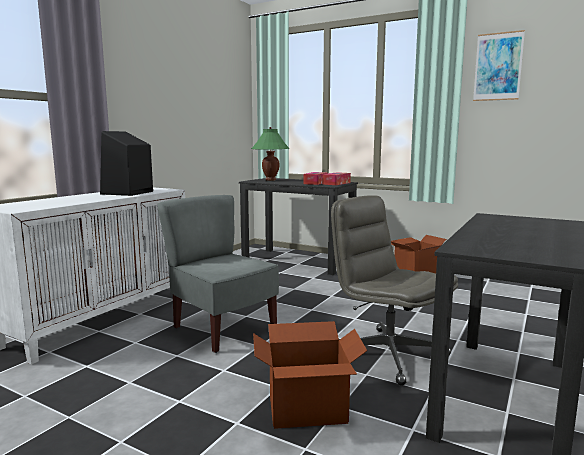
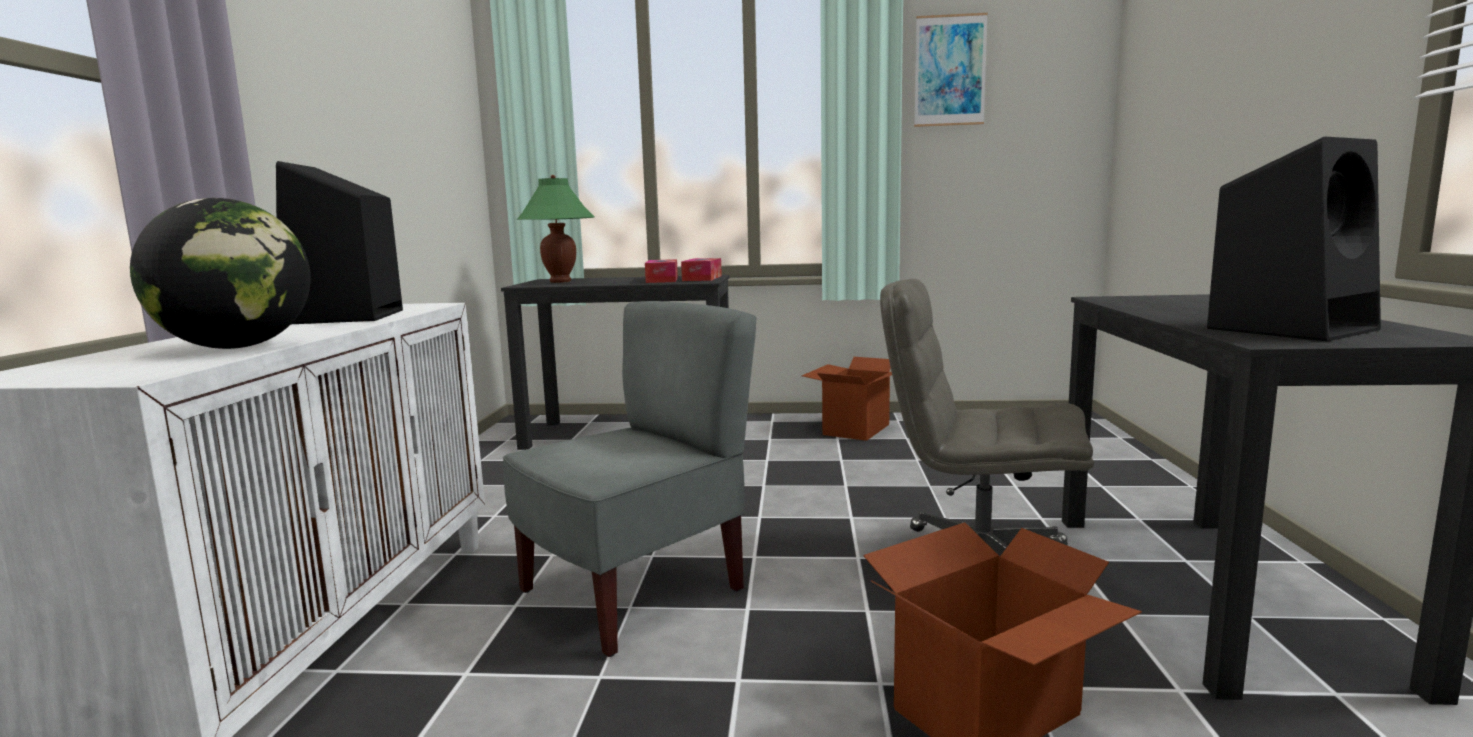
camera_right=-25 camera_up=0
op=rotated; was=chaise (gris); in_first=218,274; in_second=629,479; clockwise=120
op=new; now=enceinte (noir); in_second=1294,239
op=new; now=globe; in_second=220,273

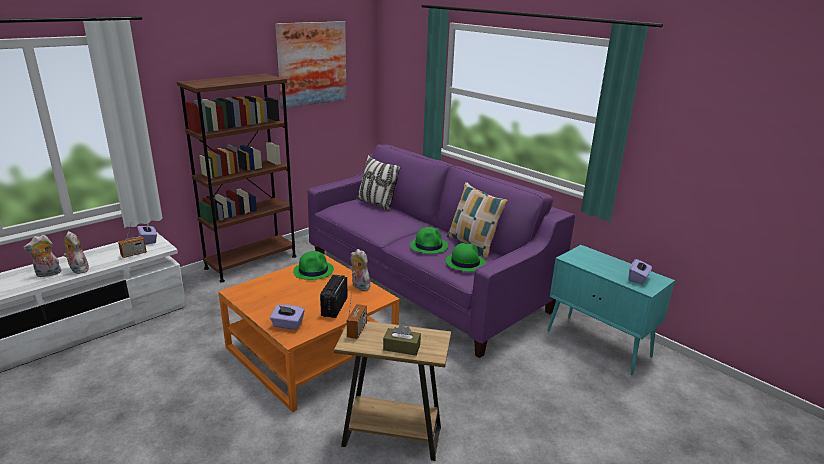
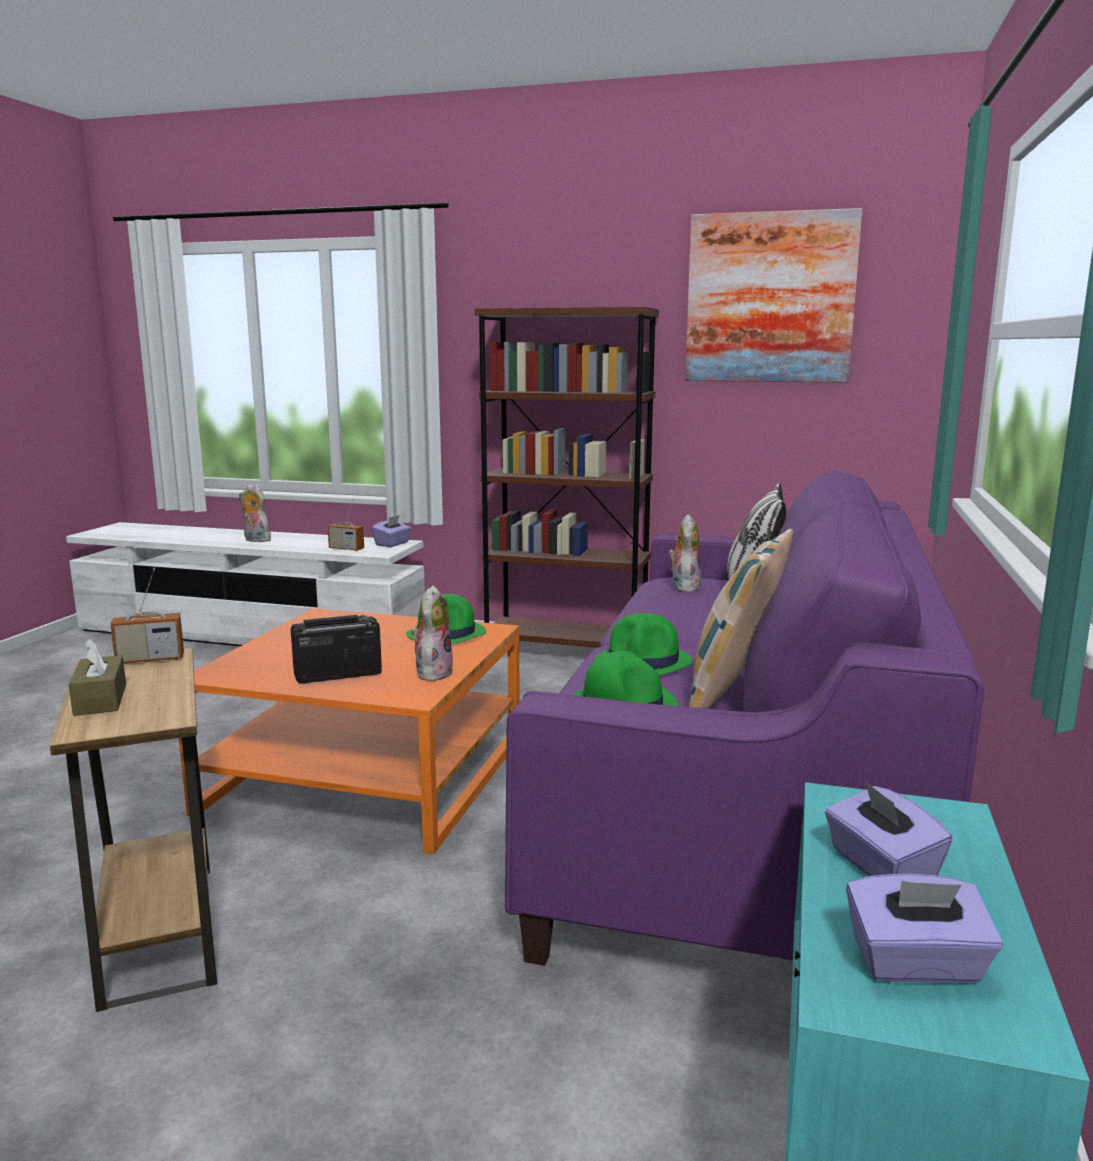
camera_right=60 camera_up=-10
op=shifted; was=peluche; in_first=76,252; in_second=685,553
op=shifted; was=boîte à mouchoirs (violet); in_first=287,317; in_second=889,828

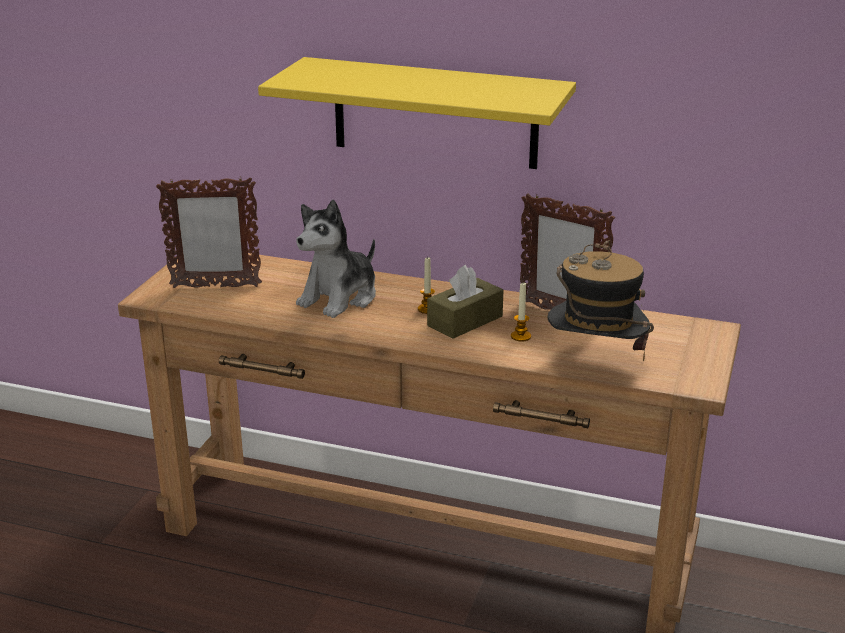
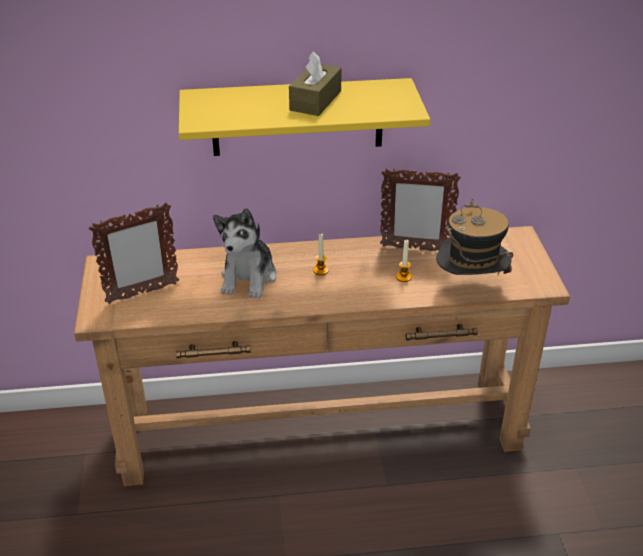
camera_right=-25 camera_up=10
op=shifted; was=boîte à mouchoirs (marron); in_first=465,302; in_second=315,83

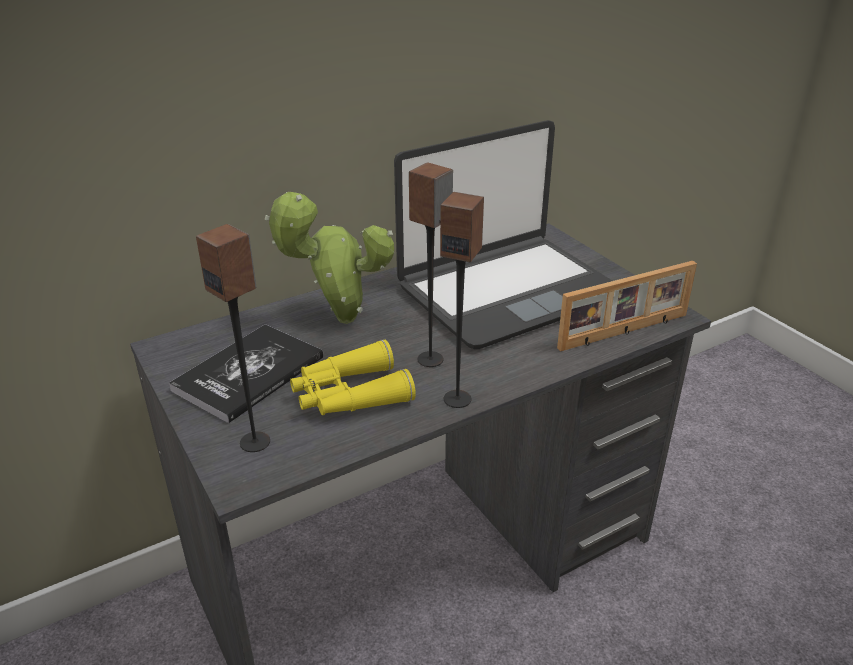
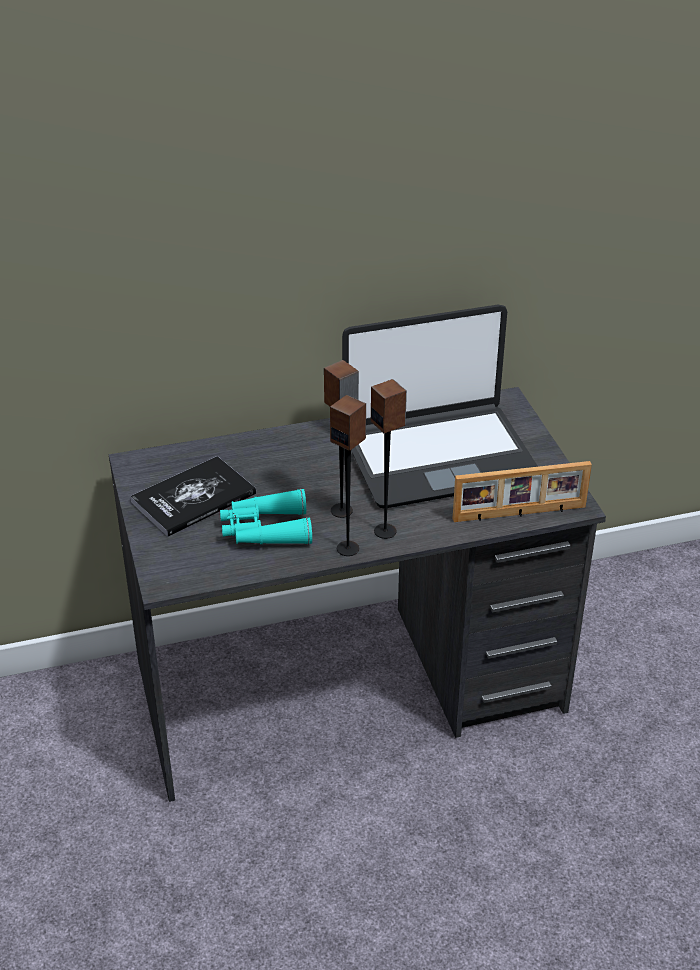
camera_right=15 camera_up=5
op=gone; was=plante en pot; in_first=329,258
op=shifted; was=enceinte; in_first=233,338; in_second=389,459
op=repainted; was=jumelles (jaune); now=jumelles (turquoise); in_first=353,377; in_second=266,516

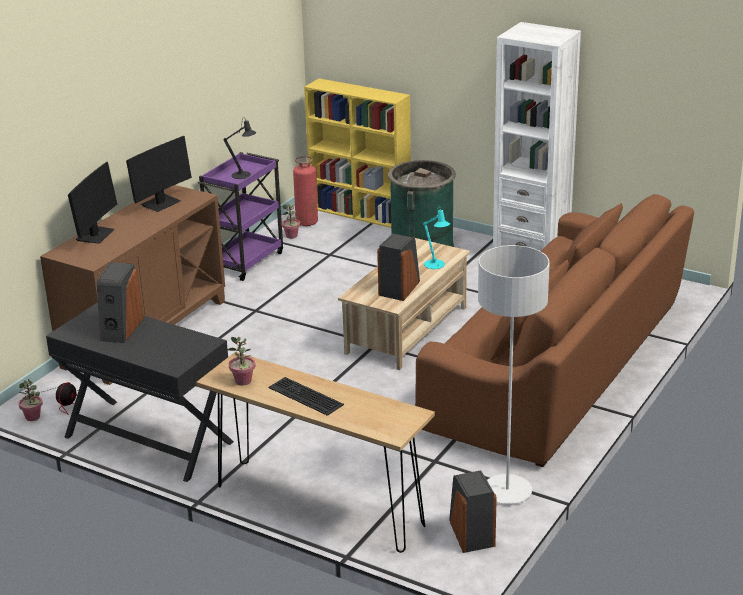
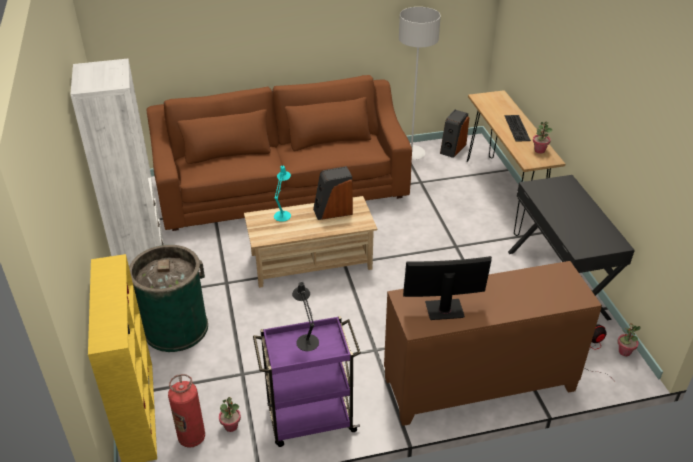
camera_right=-135 camera_up=10
op=gone; was=écran d'ordinateur; in_first=92,203
op=gone; was=enceinte; in_first=120,302

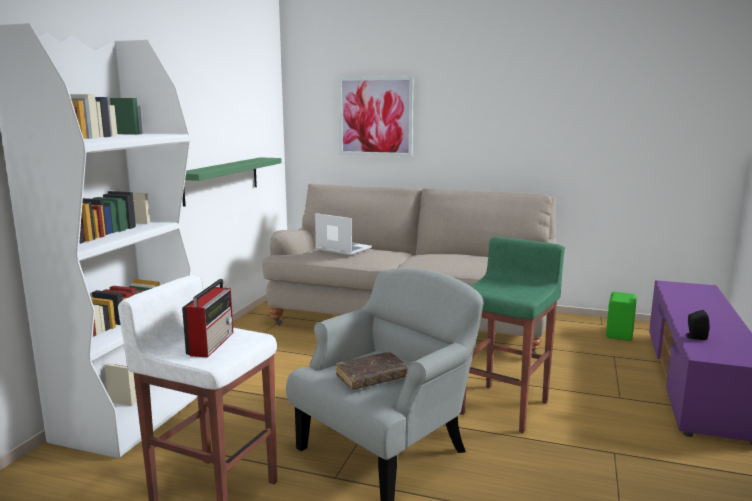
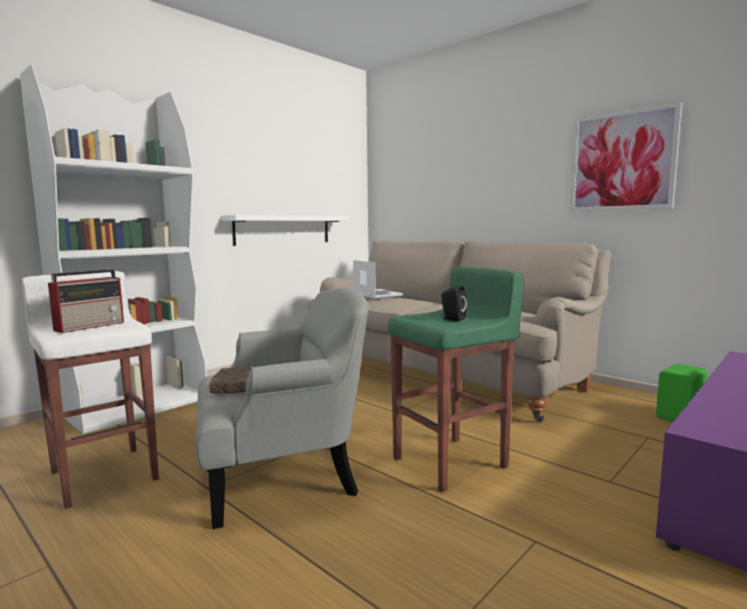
camera_right=25 camera_up=-5
op=shifted; was=tableau; in_first=375,116; in_second=626,157
op=repainted; was=étagère (vert); now=étagère (blanc); in_first=232,182; in_second=285,230
op=shifted; was=enceinte (noir); in_first=697,325; in_second=454,303

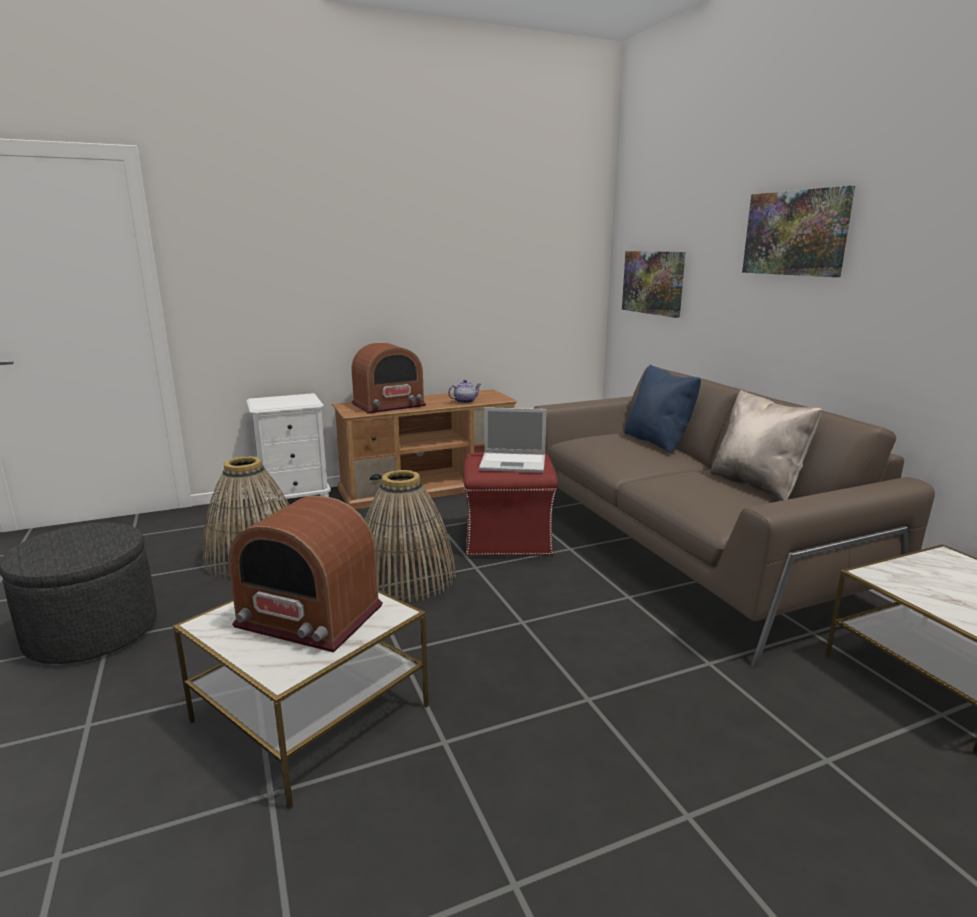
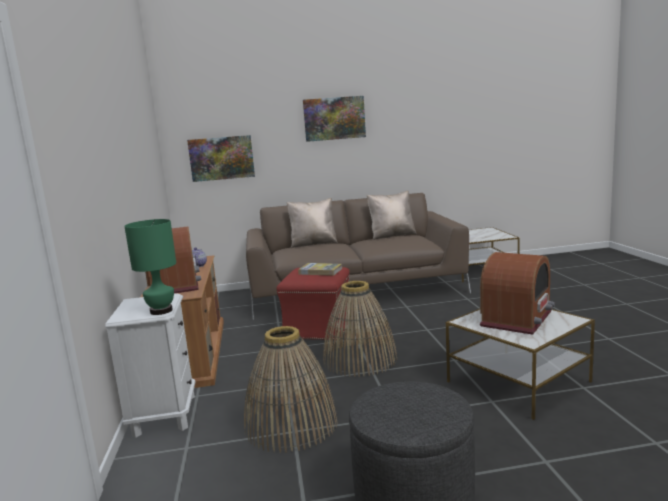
camera_right=-75 camera_up=-5
op=repainted; was=coussin (bleu); now=coussin (beige); in_first=663,409; in_second=312,223
op=swapped; was=ordinateur portable; now=livre; in_first=512,440; in_second=320,269
op=new; now=lampe de table (vert); in_second=150,267

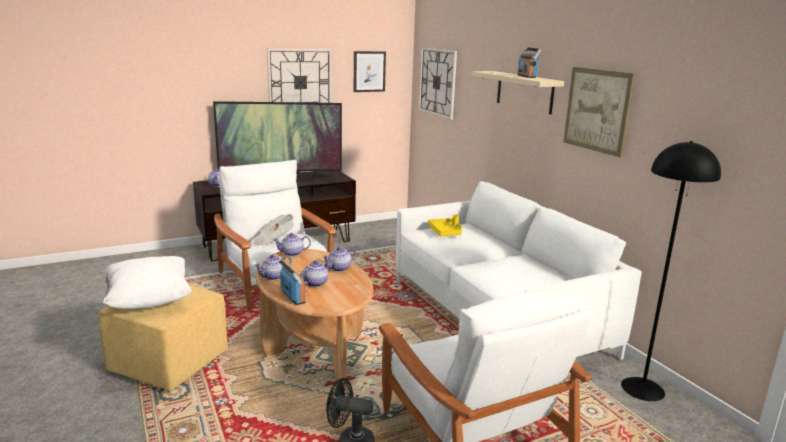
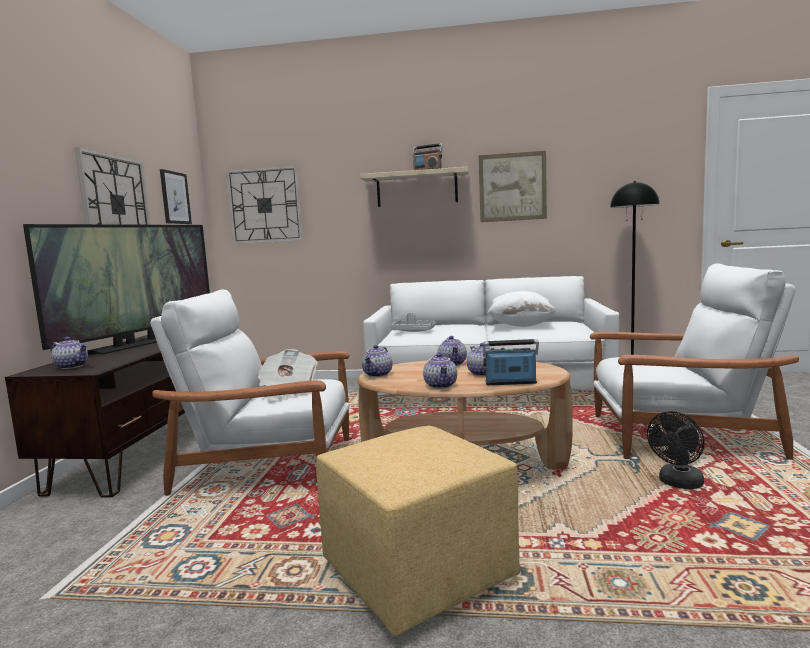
camera_right=-55 camera_up=-10
op=repainted; was=plateau (jaune); now=plateau (gris); in_first=445,225; in_second=413,322
op=shifted; was=coussin (blanc); in_first=147,282; in_second=522,309

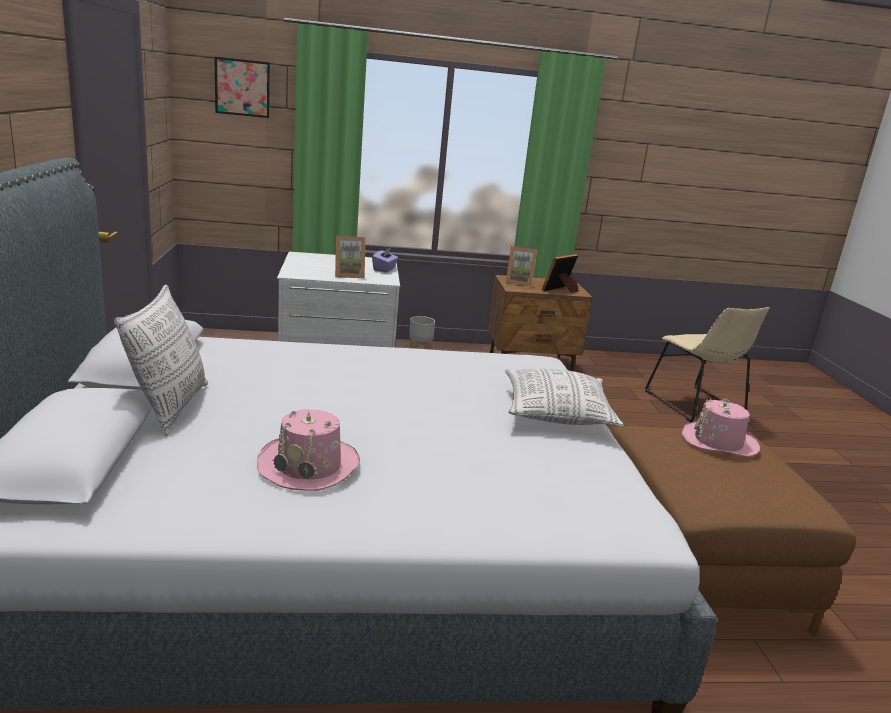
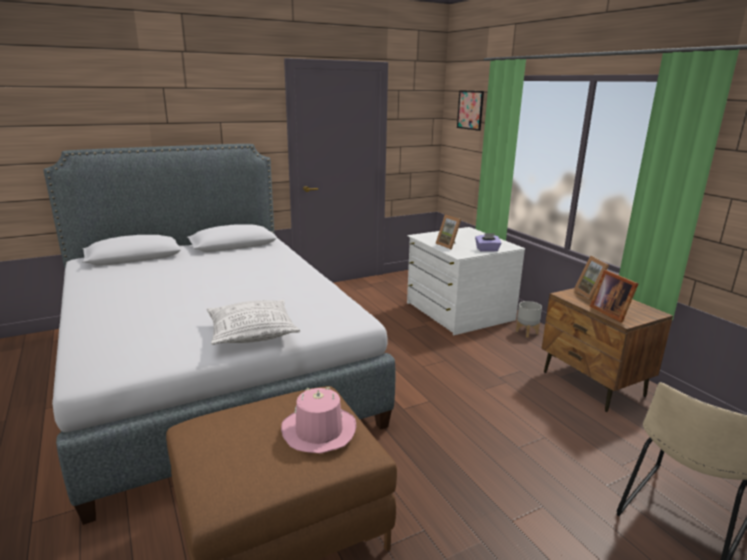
camera_right=70 camera_up=0
op=rotated; was=cadre photo; in_first=559,273; in_second=614,296; clockwise=-135
op=gone; was=coussin; in_first=161,360
op=gone; was=chapeau (rose); in_first=308,450

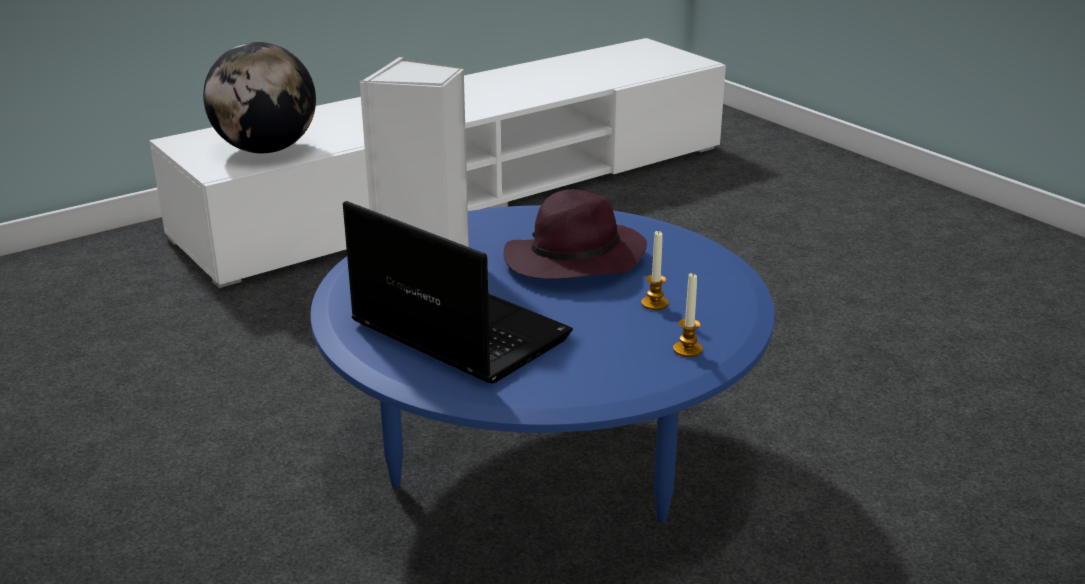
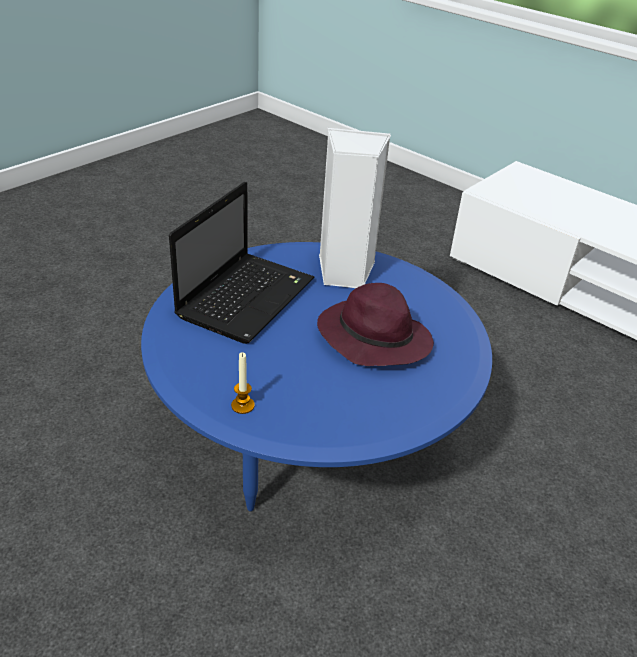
camera_right=75 camera_up=10
op=gone; was=globe; in_first=259,97
op=gone; was=bougie; in_first=655,270

